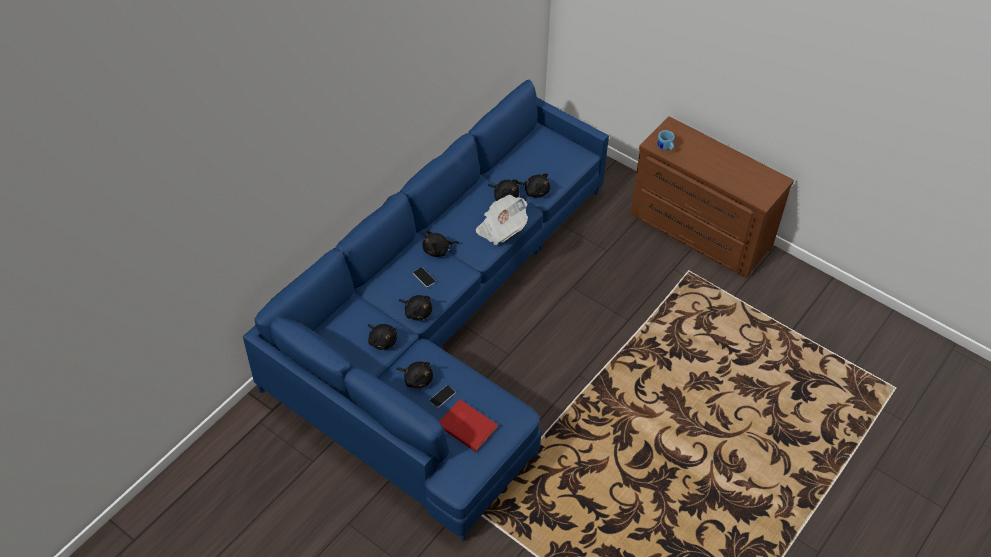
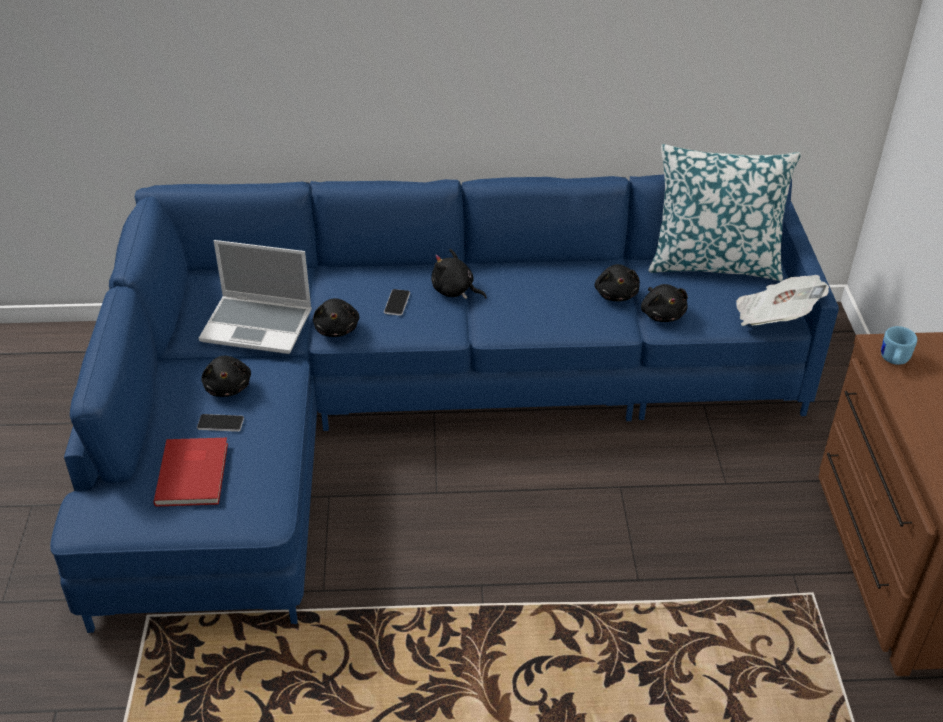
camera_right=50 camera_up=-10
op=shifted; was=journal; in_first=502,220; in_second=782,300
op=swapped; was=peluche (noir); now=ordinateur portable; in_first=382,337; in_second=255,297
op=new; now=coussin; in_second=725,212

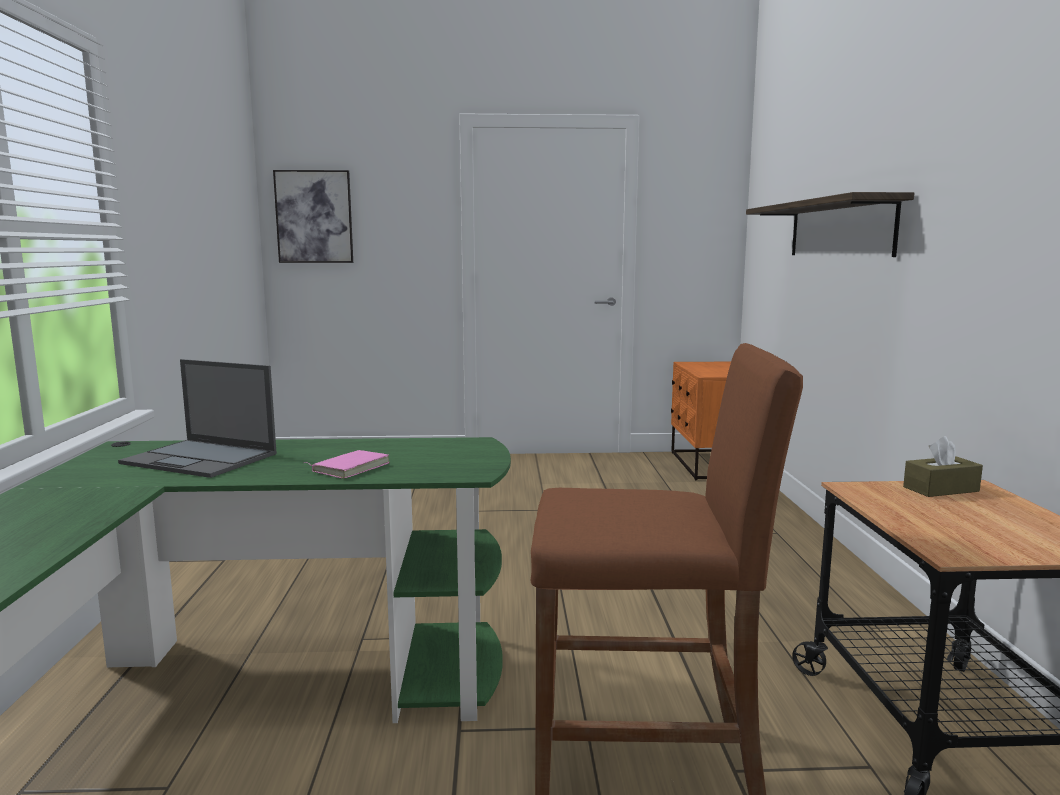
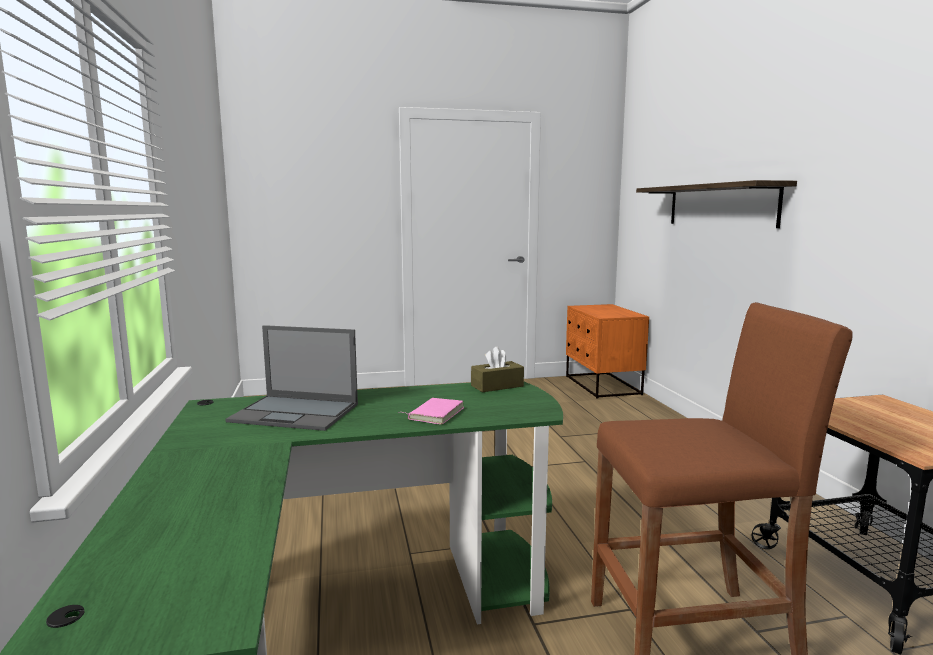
camera_right=-10 camera_up=0
op=gone; was=tableau; in_first=313,216
op=shifted; was=boîte à mouchoirs (marron); in_first=943,466; in_second=497,369

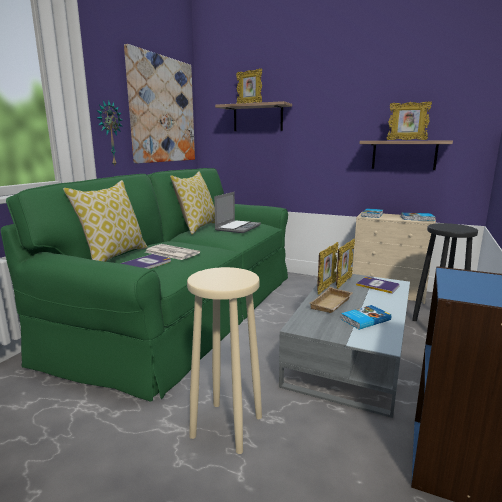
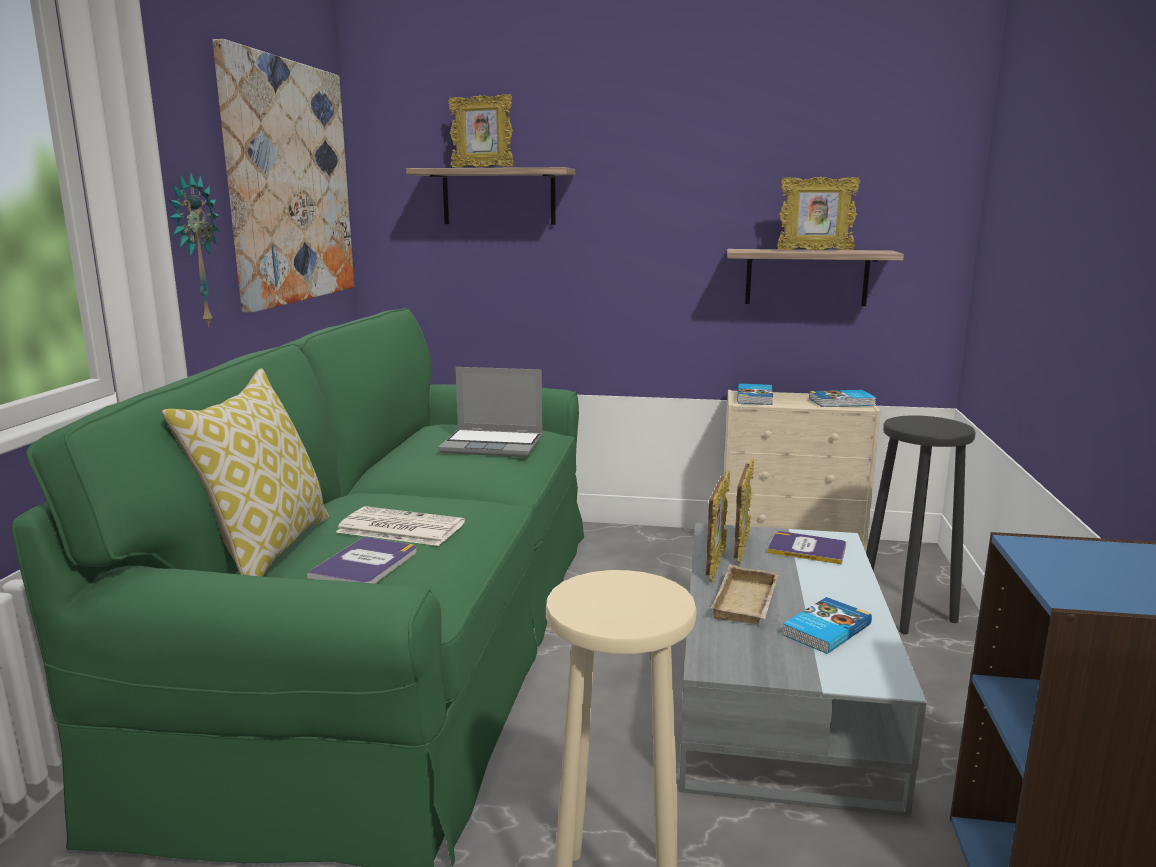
camera_right=-15 camera_up=0
op=gone; was=coussin; in_first=192,203
op=rotated; was=ordinateur portable; in_first=237,212; in_second=490,412; clockwise=90

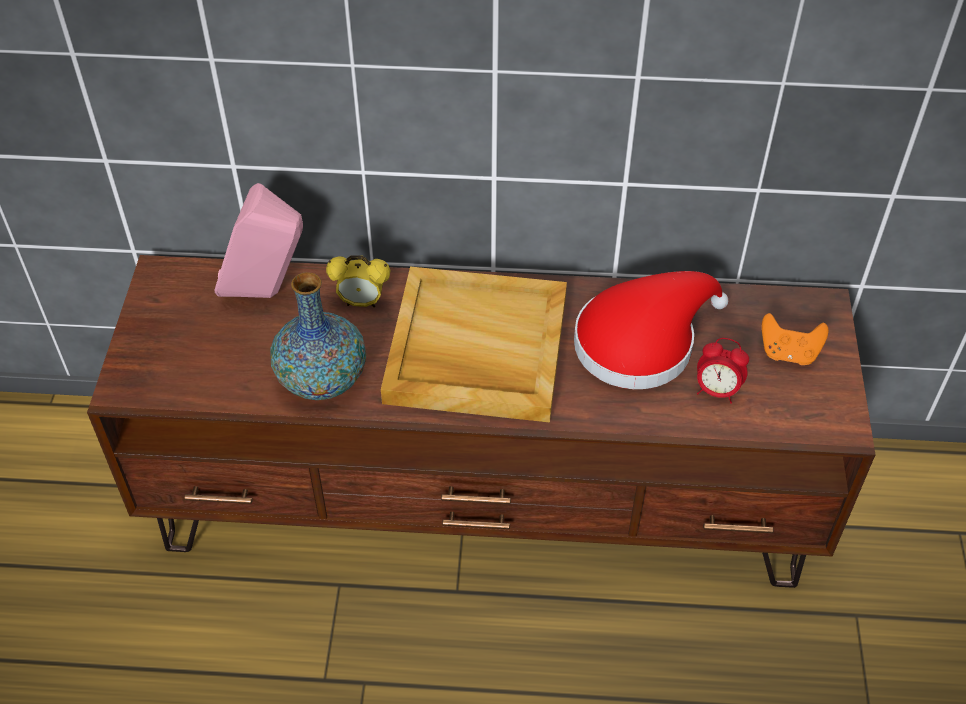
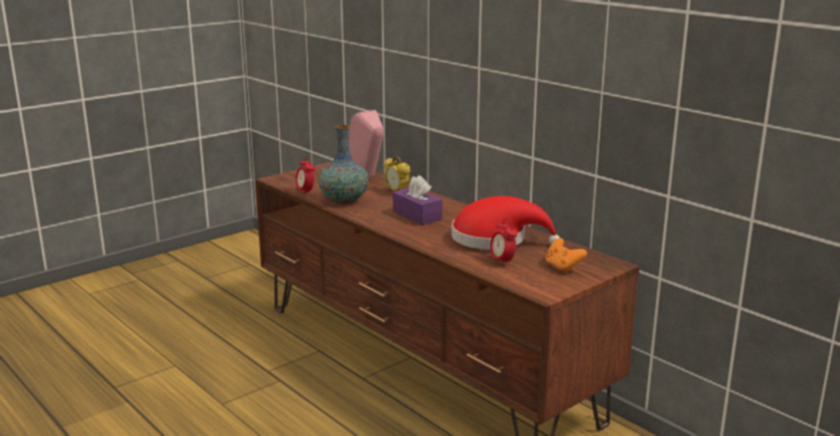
camera_right=45 camera_up=-30
op=swapped; was=plateau (beige); now=boîte à mouchoirs (violet); in_first=474,345; in_second=417,200
op=new; now=réveil; in_second=305,175

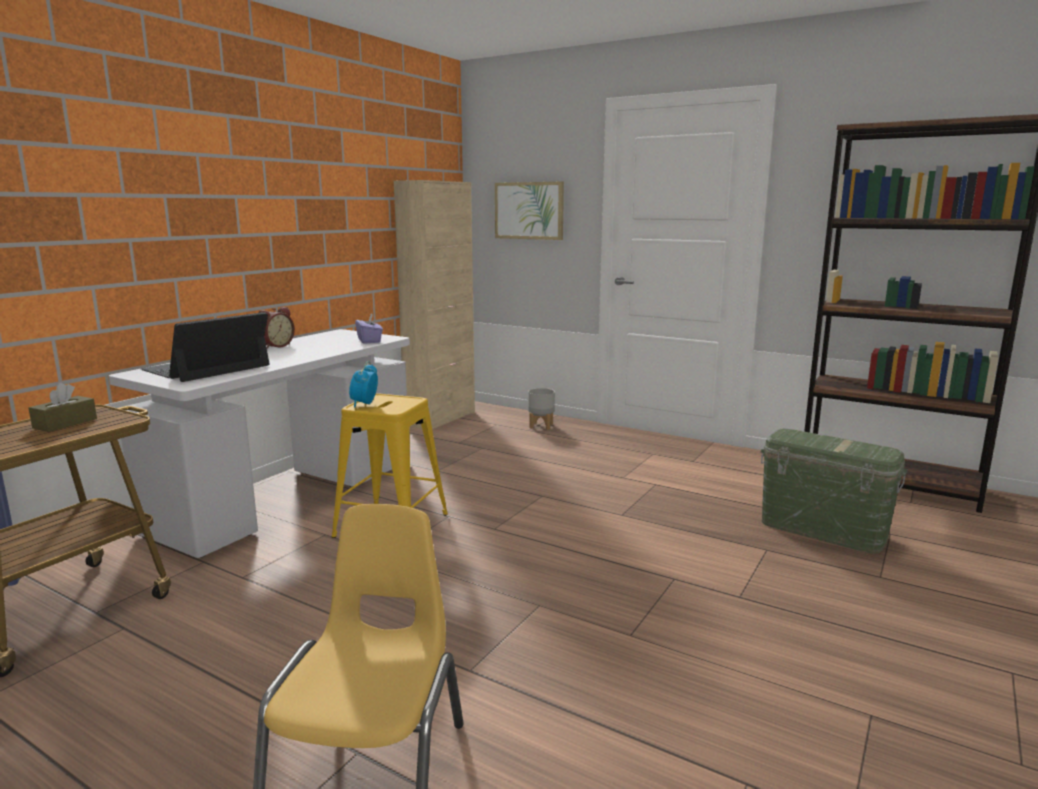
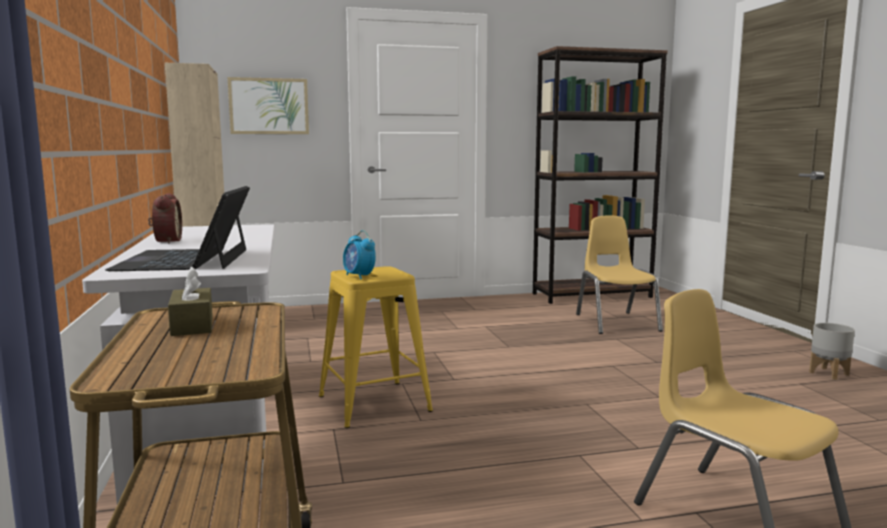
camera_right=-45 camera_up=-5
op=gone; was=boîte à mouchoirs (violet); in_first=369,329
op=shifted; was=cache-pot (gris); in_first=541,409; in_second=832,351
op=swapped; was=boîte de rangement (vert); now=chaise (jaune); in_first=834,491; in_second=619,275

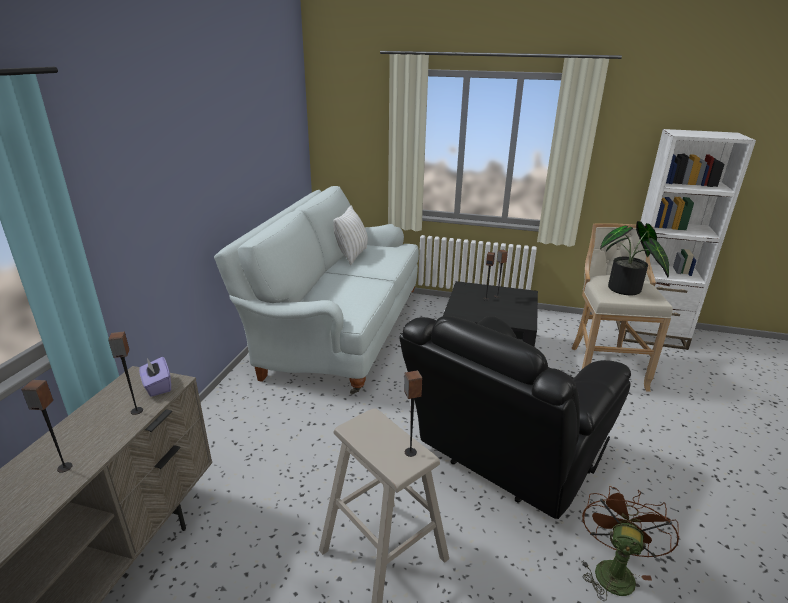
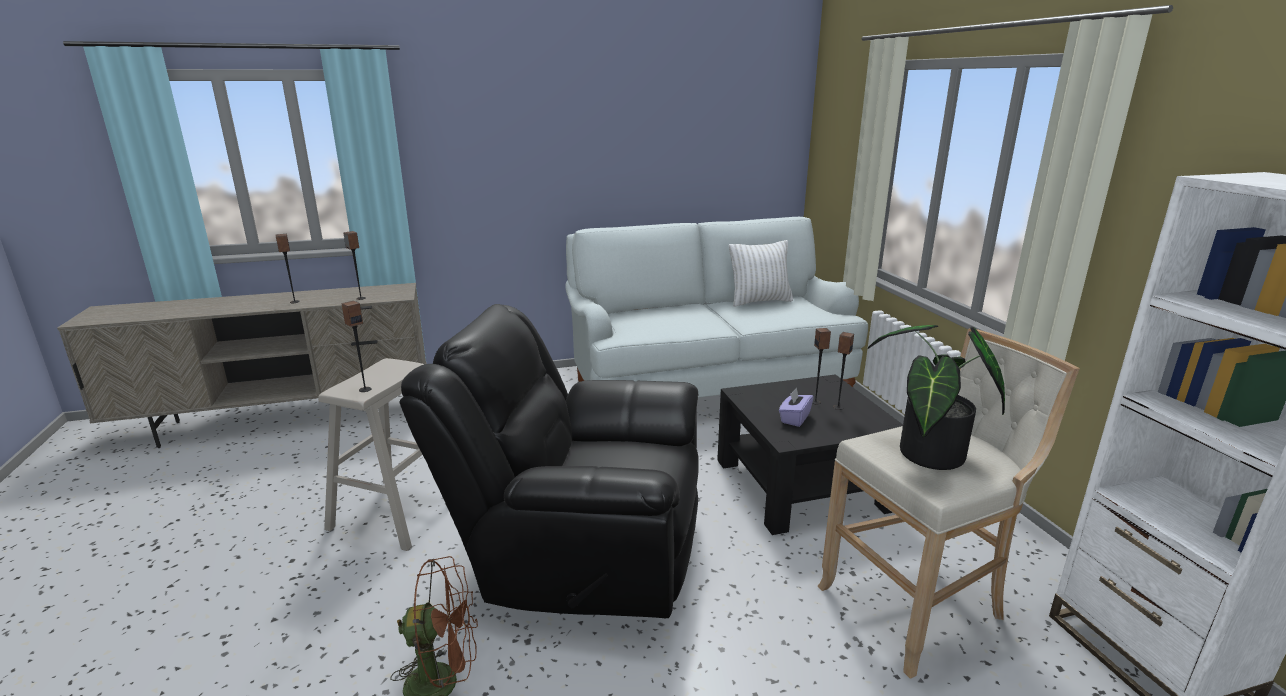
camera_right=60 camera_up=-5
op=shifted; was=boîte à mouchoirs (violet); in_first=155,377; in_second=796,407

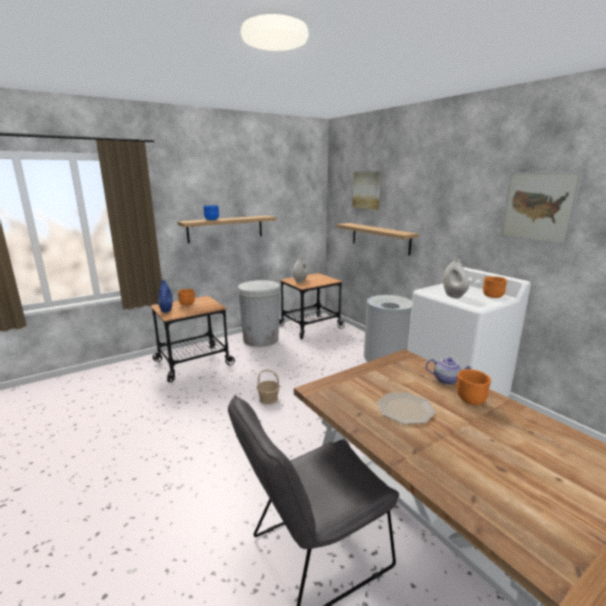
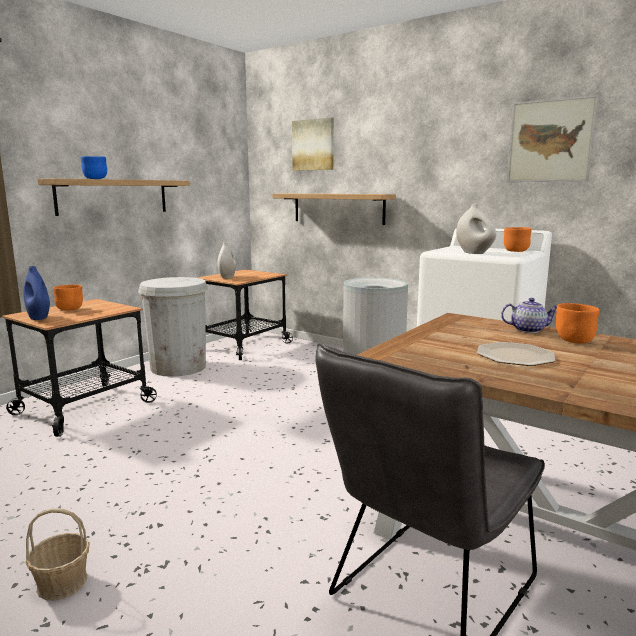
camera_right=-20 camera_up=-5
op=shifted; was=panier; in_first=268,387; in_second=58,554

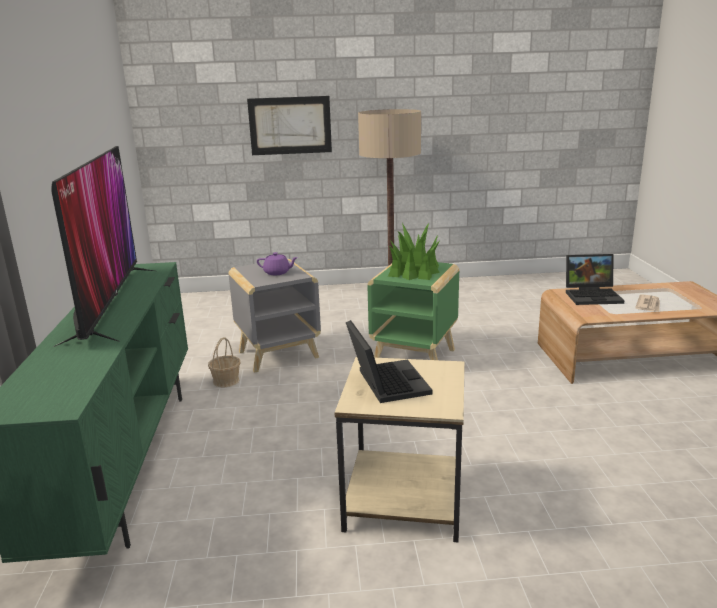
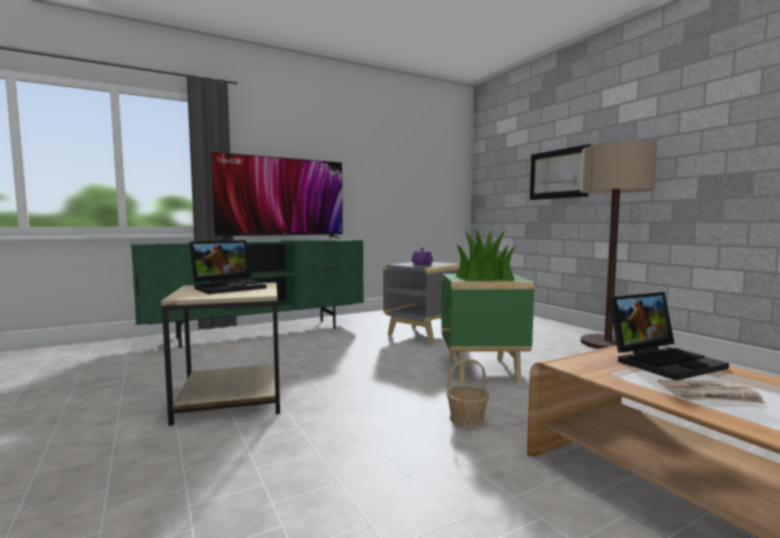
camera_right=65 camera_up=-15
op=rotated; was=ordinateur portable; in_first=595,279; in_second=668,336; clockwise=-90
op=shifted; was=panier; in_first=224,362; in_second=467,393

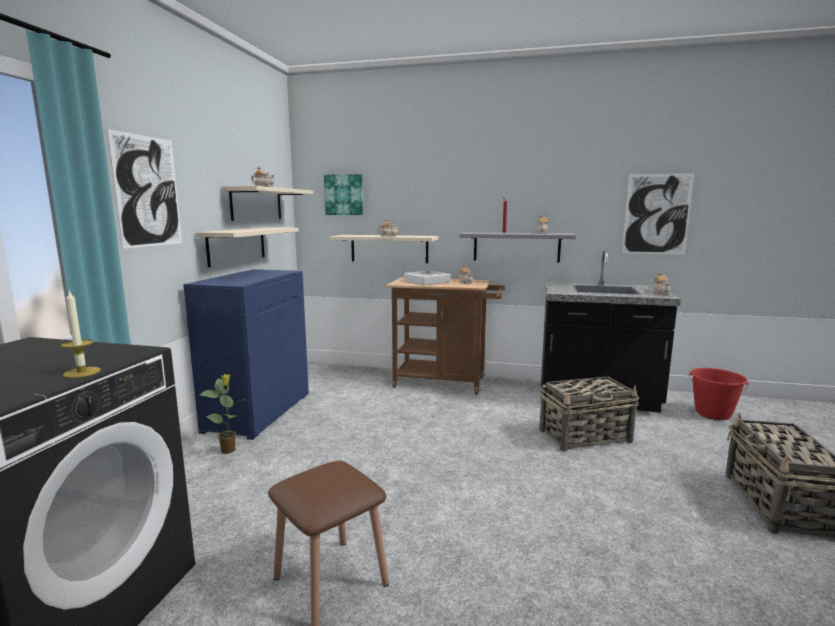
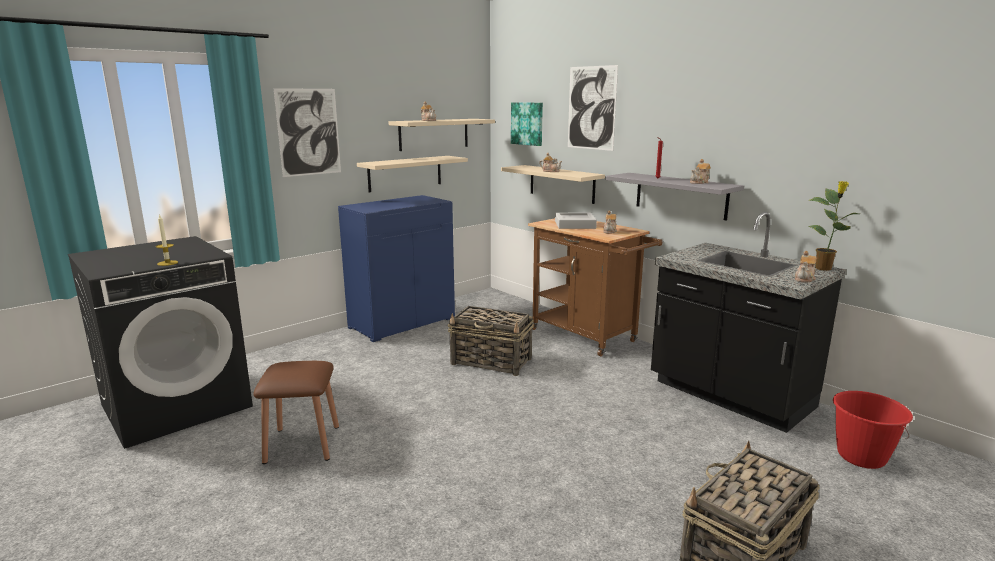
camera_right=35 camera_up=5
op=shifted; was=tableau; in_first=658,213; in_second=593,108
op=shifted; was=plante en pot; in_first=221,414; in_second=833,226
op=shifted; was=panier; in_first=589,414; in_second=491,341

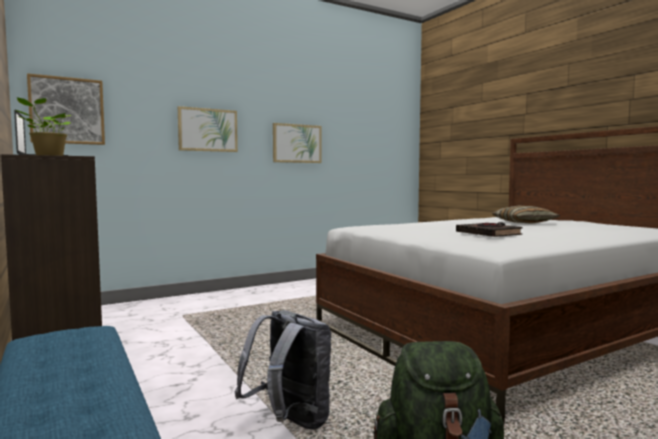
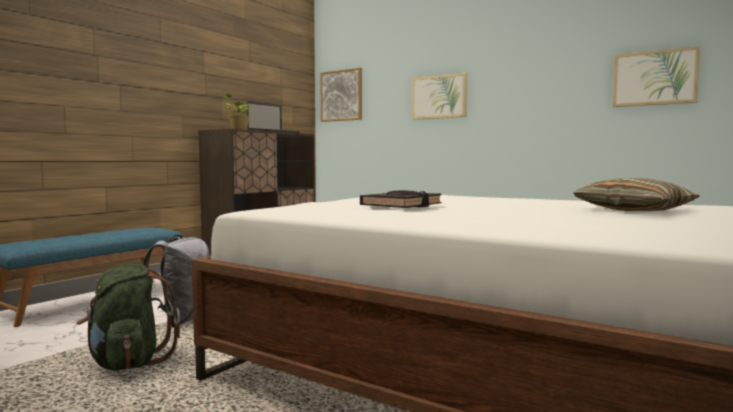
camera_right=65 camera_up=0
op=shifted; was=tableau; in_first=297,143; in_second=656,76

